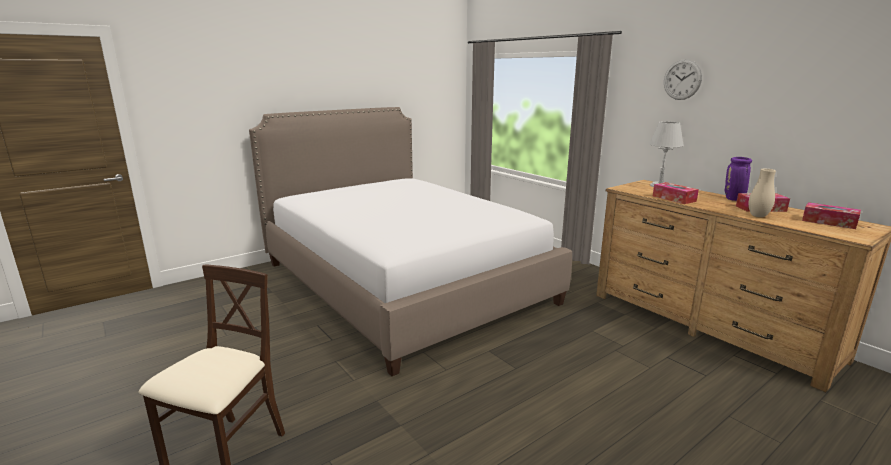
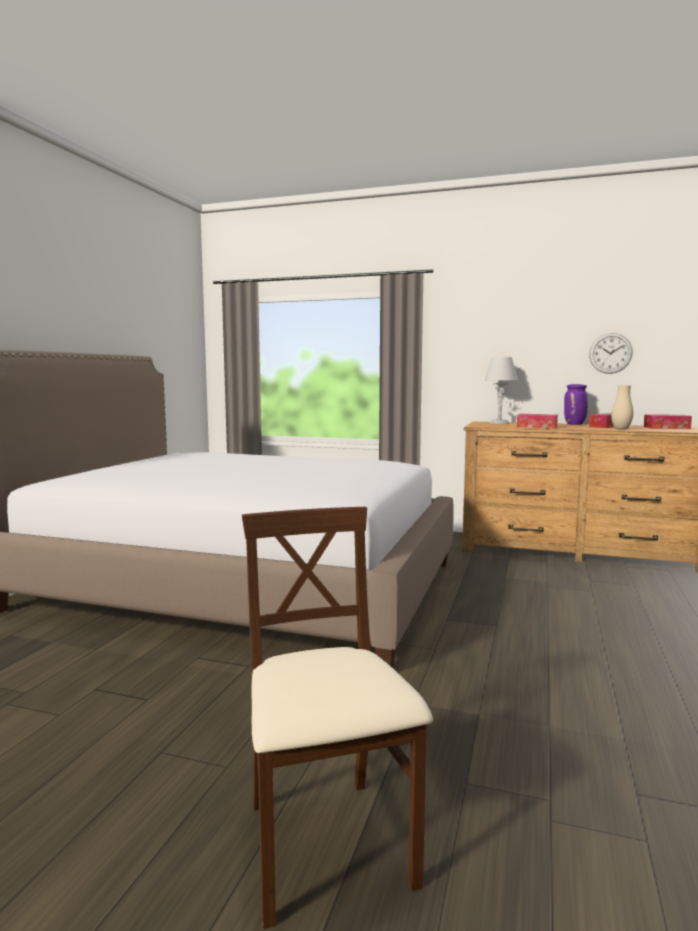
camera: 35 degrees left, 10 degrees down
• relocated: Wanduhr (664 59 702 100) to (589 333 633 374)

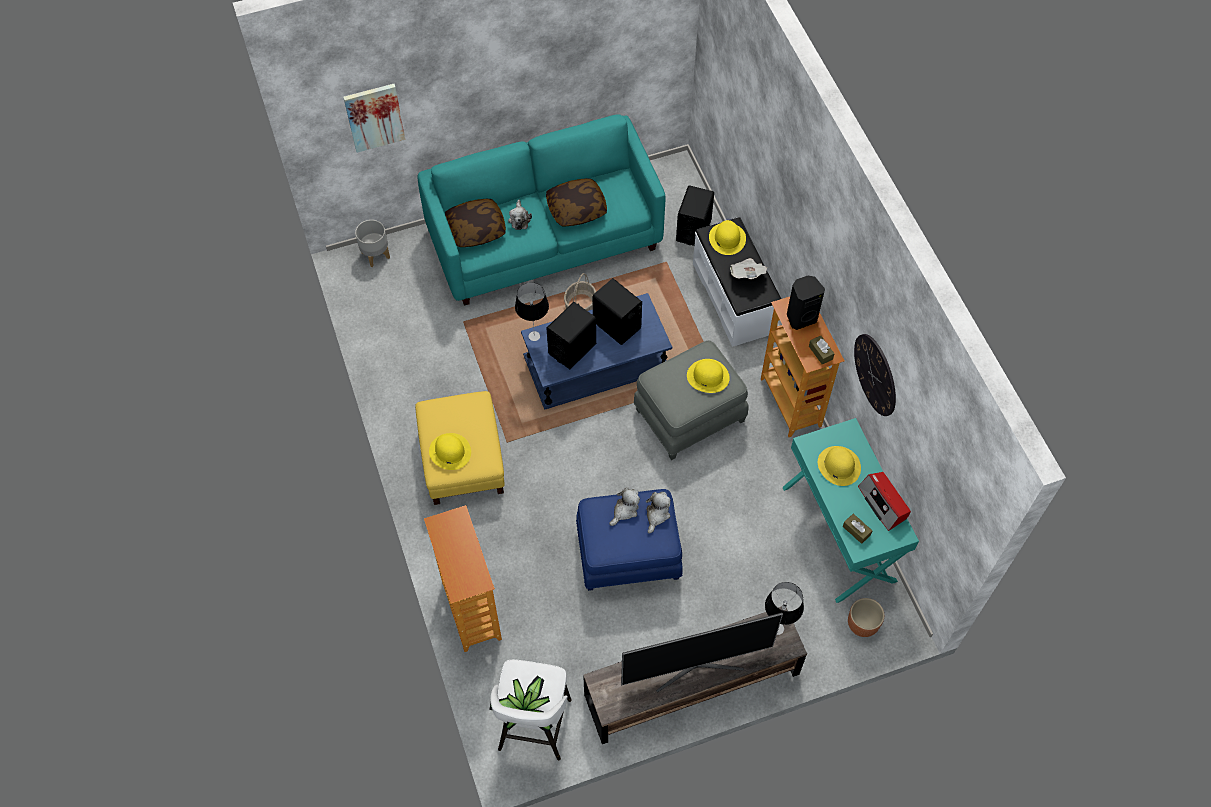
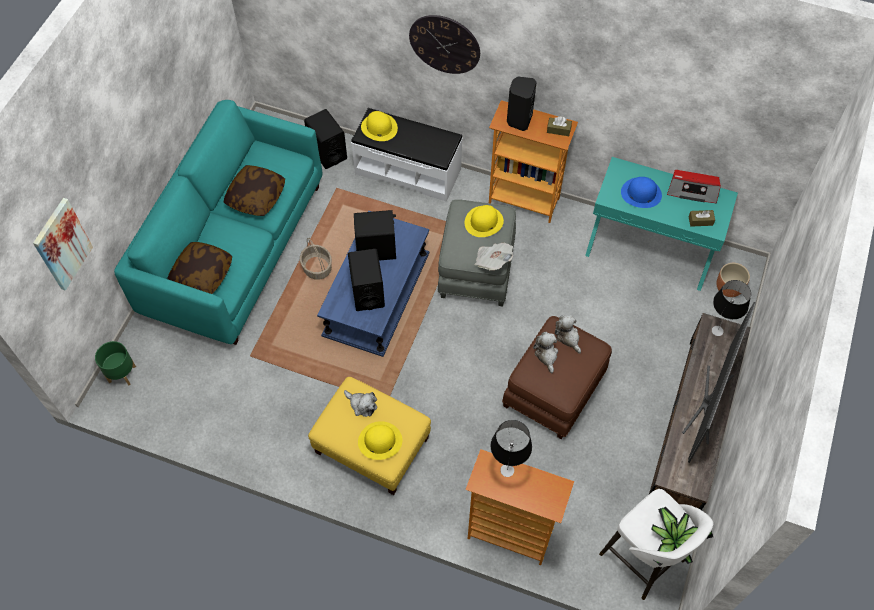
camera: 50 degrees left, 0 degrees up
• colour: Pflanzkübel/grau (355 220 390 267) to Pflanzkübel/grün (95 341 136 386)
• relocated: Plüschtier (508 200 532 230) to (344 390 377 417)
• relocated: Wanduhr (854 334 896 416) to (409 15 480 74)
• relocated: Zeitung (730 258 767 279) to (475 242 513 270)
• relocated: Tischlampe (515 282 549 341) to (491 420 532 477)
• colour: Polsterhocker/blau (576 489 683 591) to Polsterhocker/braun (502 316 612 439)
• colour: Hut/gelb (818 446 861 486) to Hut/blau (621 177 662 208)

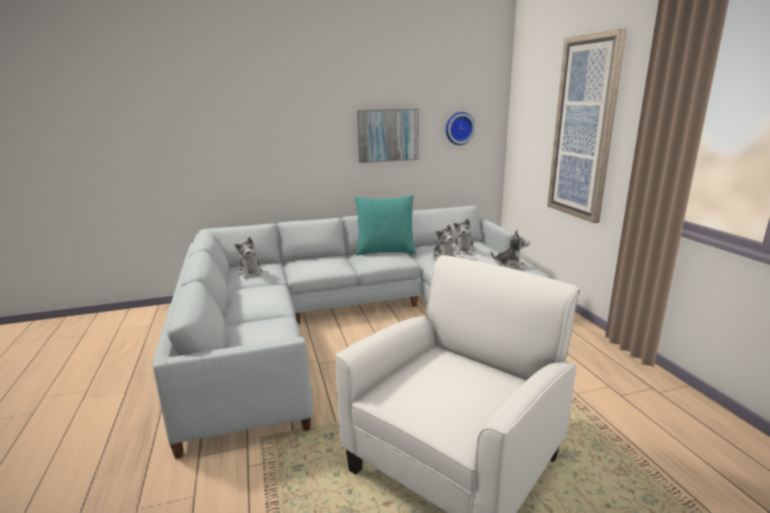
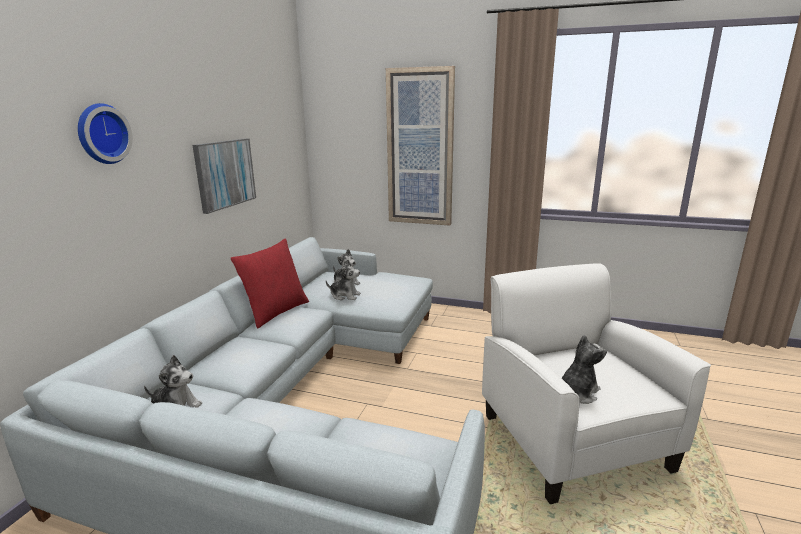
camera: 55 degrees left, 0 degrees up
• relocated: Wanduhr (446 112 475 145) to (78 103 133 164)
• colour: Kissen/türkis (355 195 416 255) to Kissen/rot (230 238 309 328)
• relocated: Plüschtier (491 230 530 269) to (562 335 607 404)

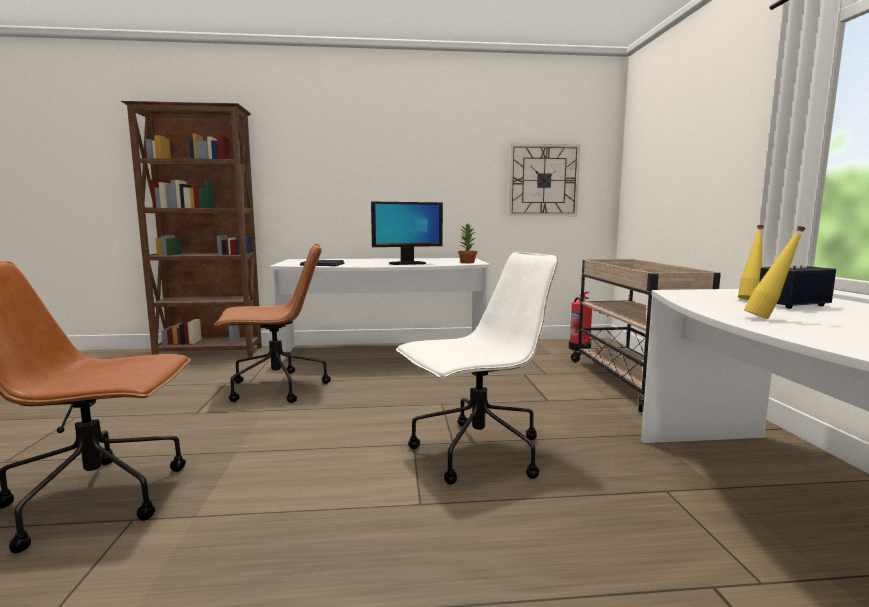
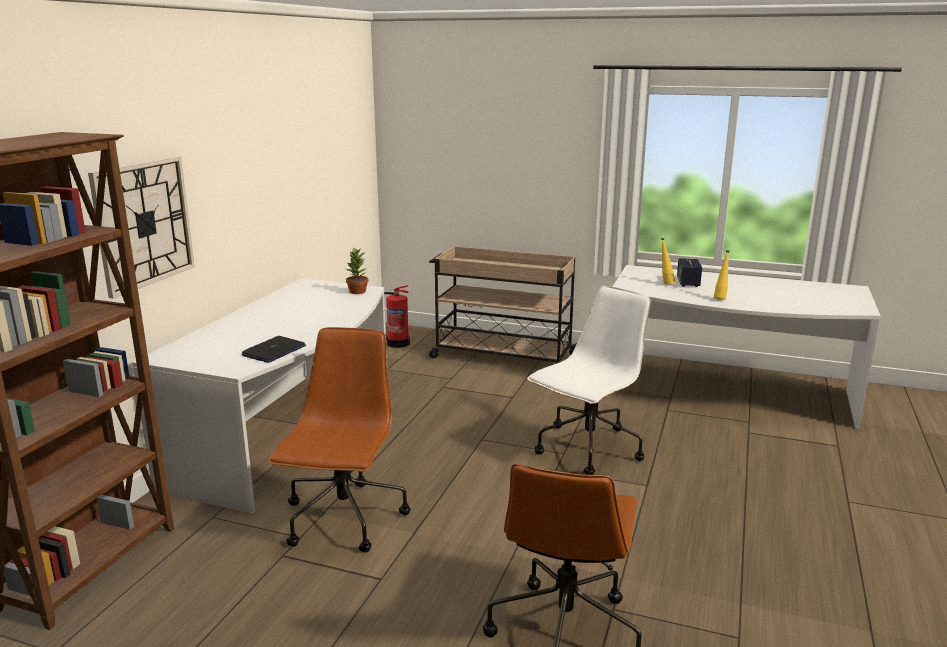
camera: 65 degrees left, 10 degrees up
• relocated: Wanduhr (509 144 580 216) to (88 156 195 299)
• spun: Bürostuhl/weiß (396 252 558 485) = (527 286 651 475) 45 degrees clockwise
• missing: Monitor (371 202 443 265)

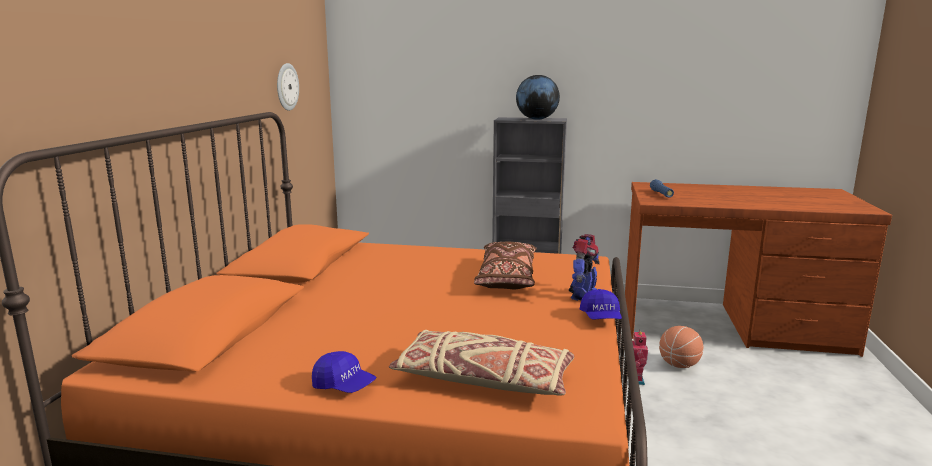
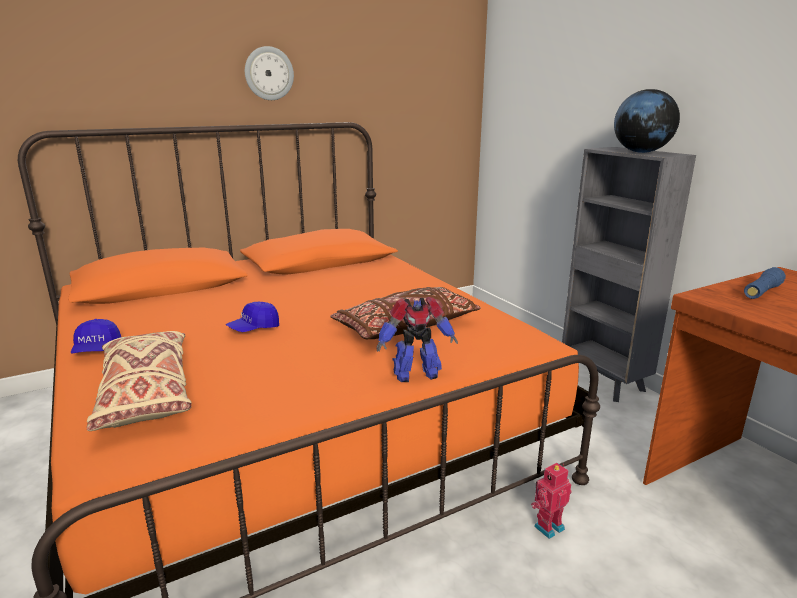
camera: 50 degrees right, 5 degrees up
• relocated: Kappe/blau (580 289 622 319) to (226 302 279 332)
• relocated: Wanduhr (277 63 299 111) to (245 46 294 100)
• missing: Basketball (659 326 703 368)

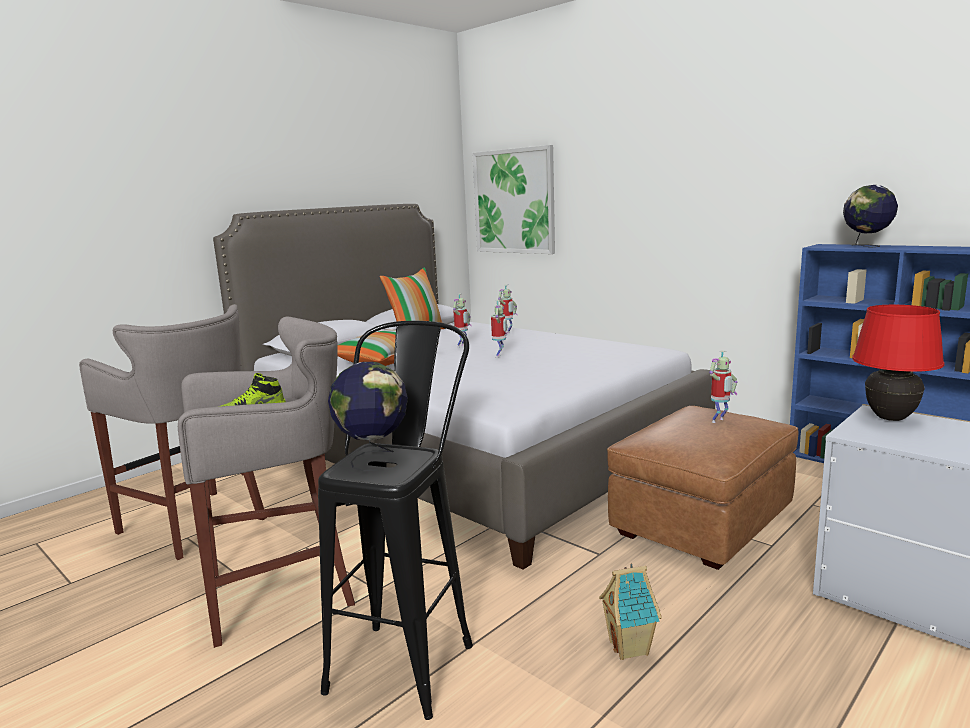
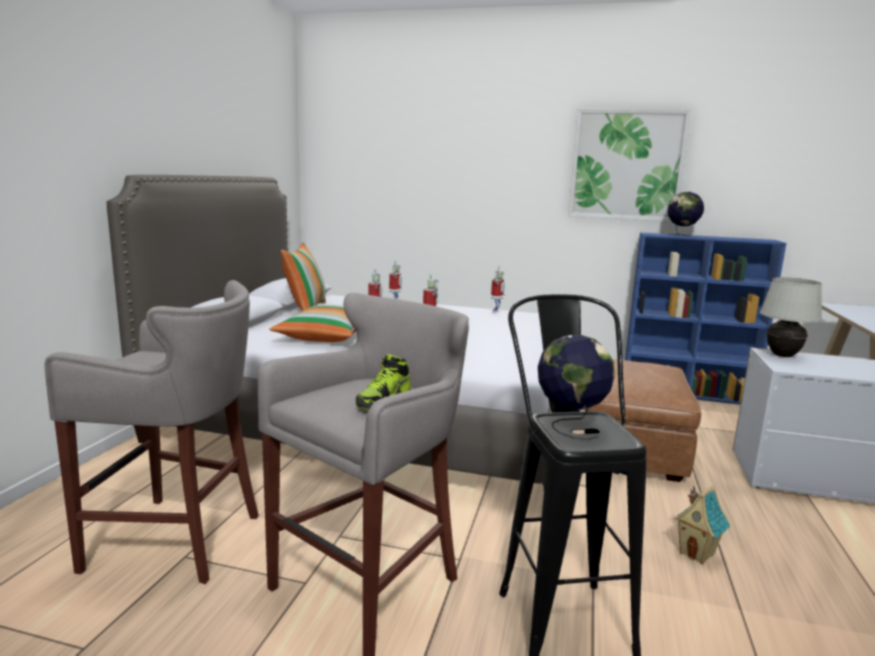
camera: 30 degrees left, 0 degrees up
• relocated: Spielzeugroboter (709 350 737 423) to (491 266 505 314)
• relocated: Bild (472 145 555 254) to (568 109 691 222)
• colour: Tischlampe/rot (852 305 945 421) to Tischlampe/weiß (760 277 822 357)

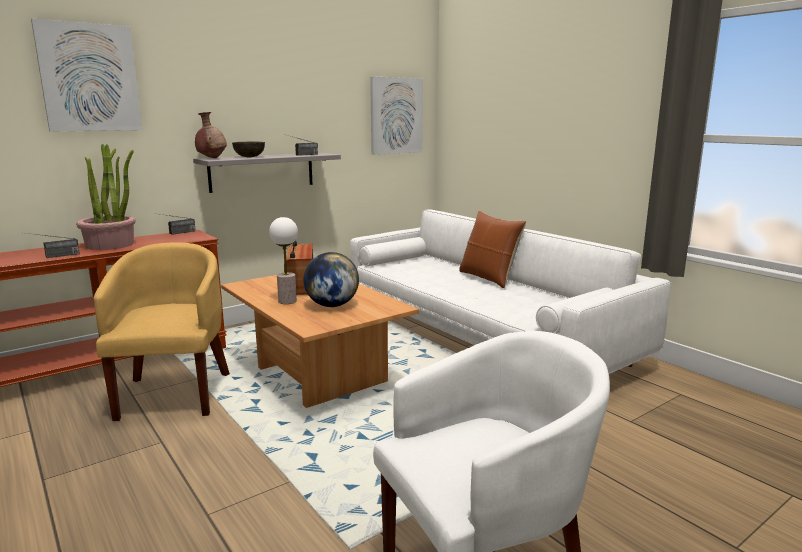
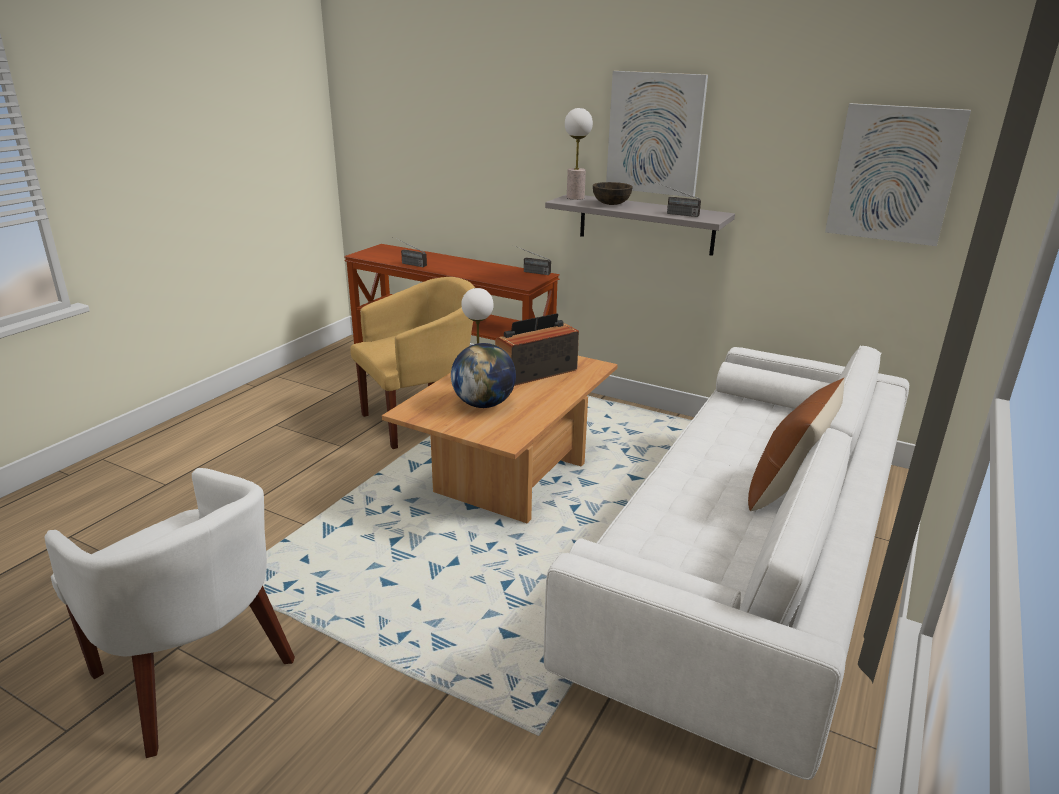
camera: 65 degrees right, 10 degrees up
• exchanged: Vase/braun (195 112 227 158) to Tischlampe (565 108 593 200)
• relocated: Bild (31 19 143 132) to (606 71 708 197)
• missing: Topfpflanze (76 144 135 250)

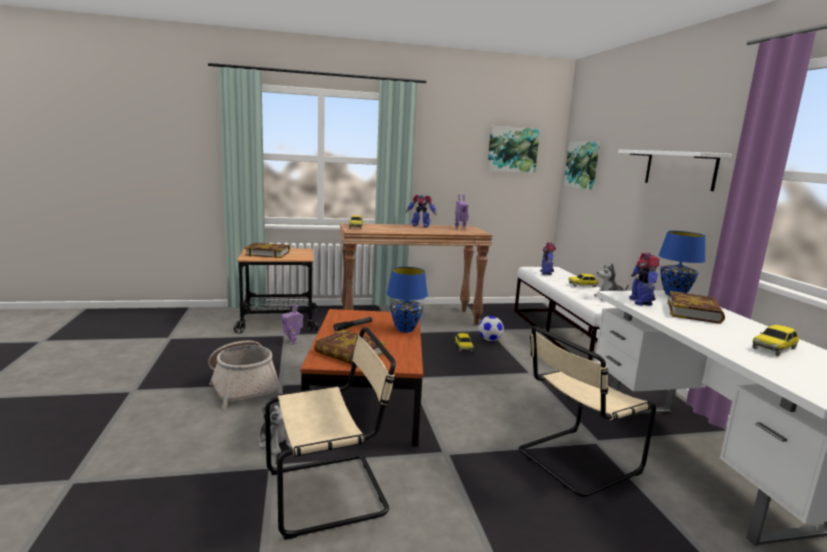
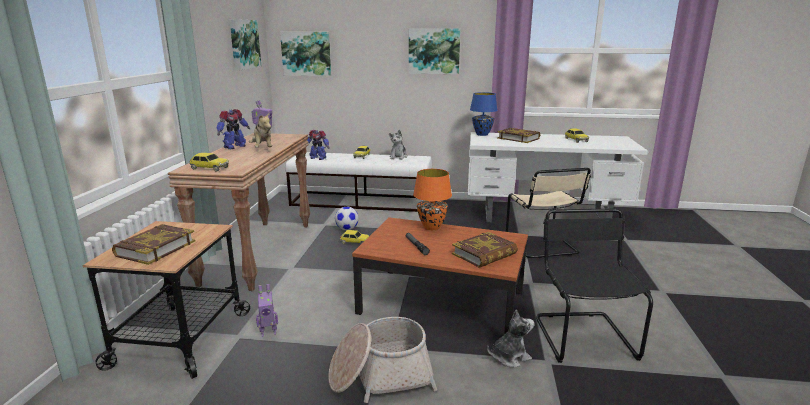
camera: 70 degrees left, 5 degrees up
• appeared: Plüschtier (249 113 272 148)
• exchanged: Wandregal/weiß (618 150 732 191) to Bild (409 28 460 74)
• colour: Tischlampe/blau (387 267 428 332) to Tischlampe/orange (413 169 452 230)
• colour: Stuhl/beige (265 327 396 540) to Stuhl/schwarz (536 209 653 363)
• missing: Spielzeugroboter (629 253 660 306)

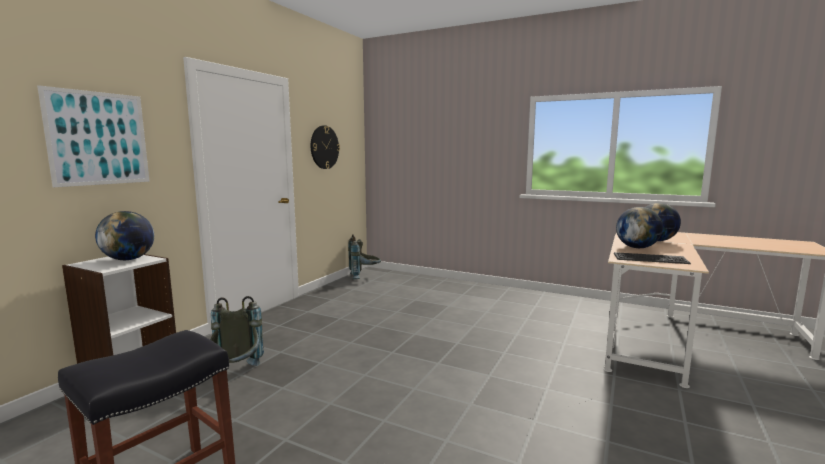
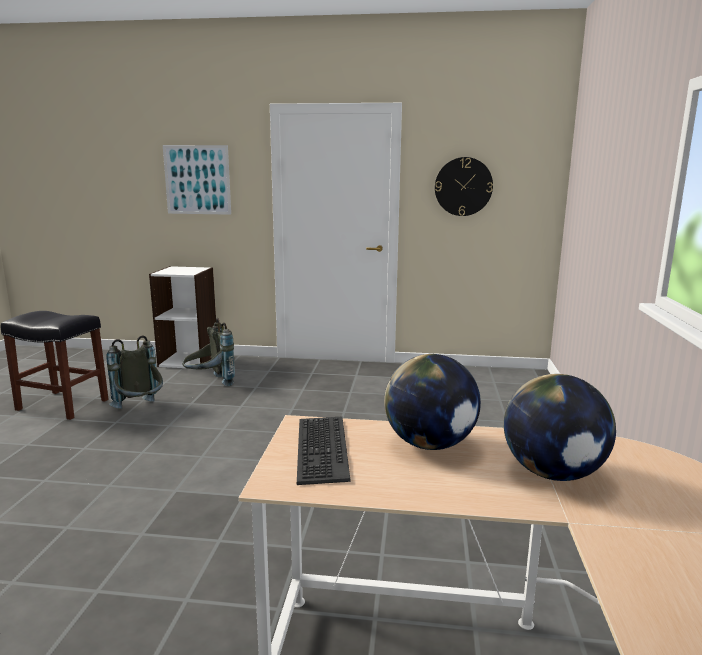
camera: 70 degrees right, 5 degrees up
• relocated: Rucksack/grau (348 234 381 280) to (106 335 163 409)
• missing: Globus (95 211 154 260)

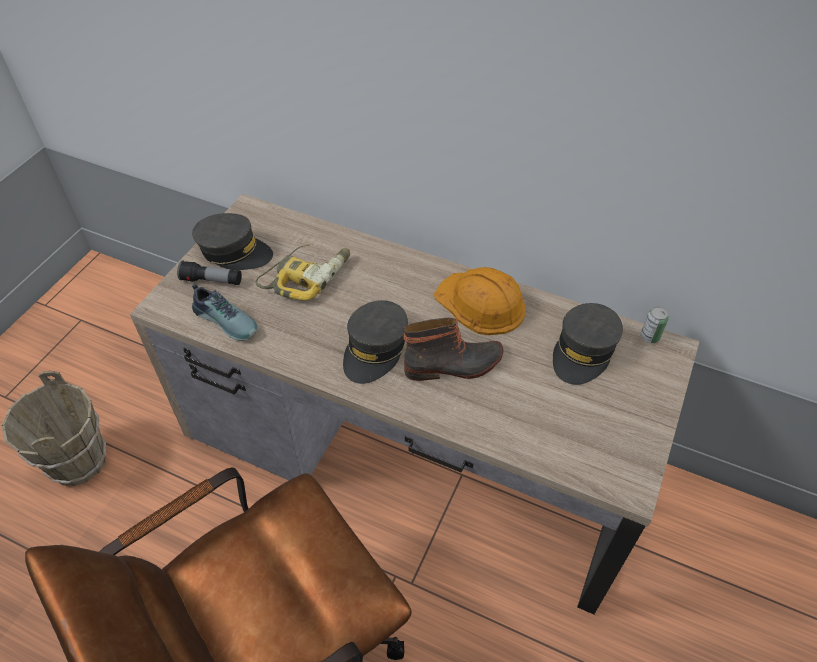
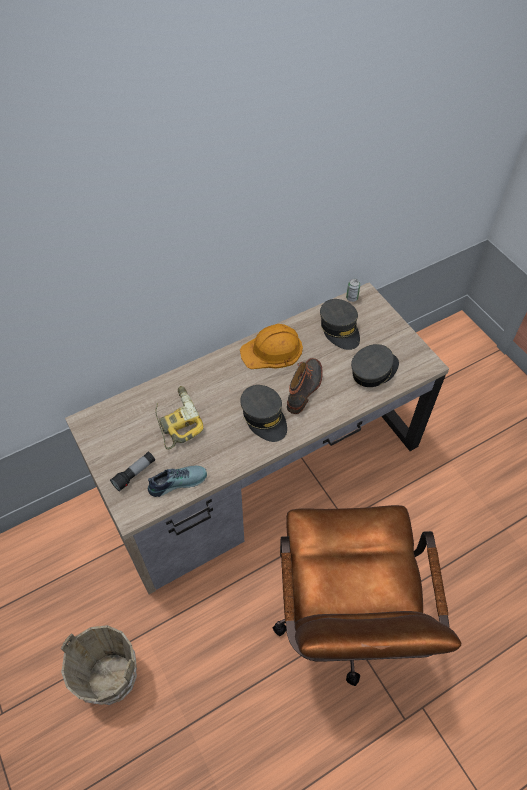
camera: 55 degrees left, 5 degrees up
• relocated: Kappe/grau (192 213 273 270) to (351 344 399 387)

